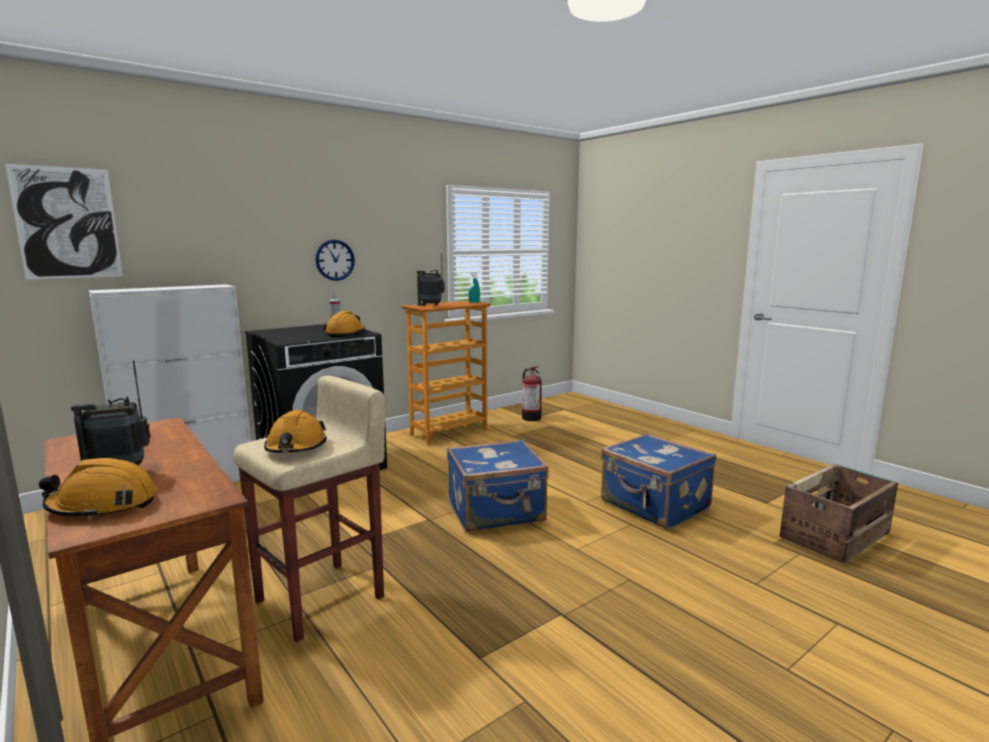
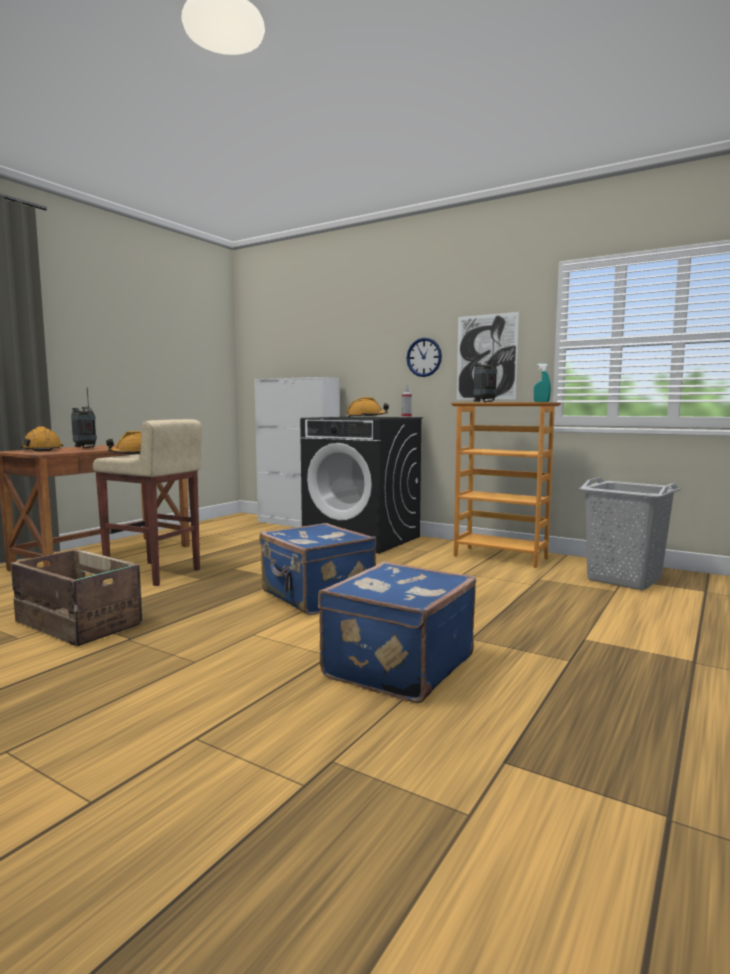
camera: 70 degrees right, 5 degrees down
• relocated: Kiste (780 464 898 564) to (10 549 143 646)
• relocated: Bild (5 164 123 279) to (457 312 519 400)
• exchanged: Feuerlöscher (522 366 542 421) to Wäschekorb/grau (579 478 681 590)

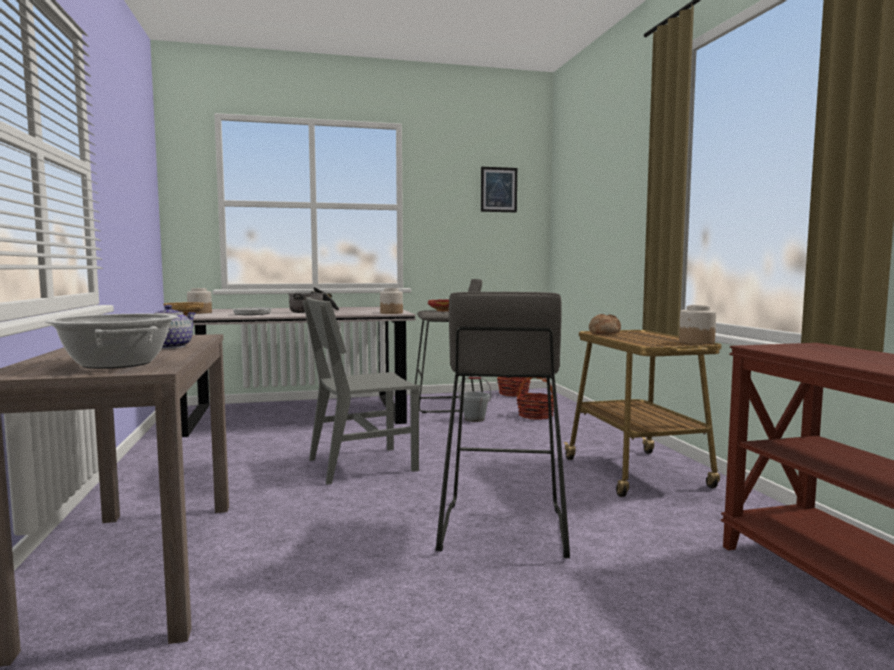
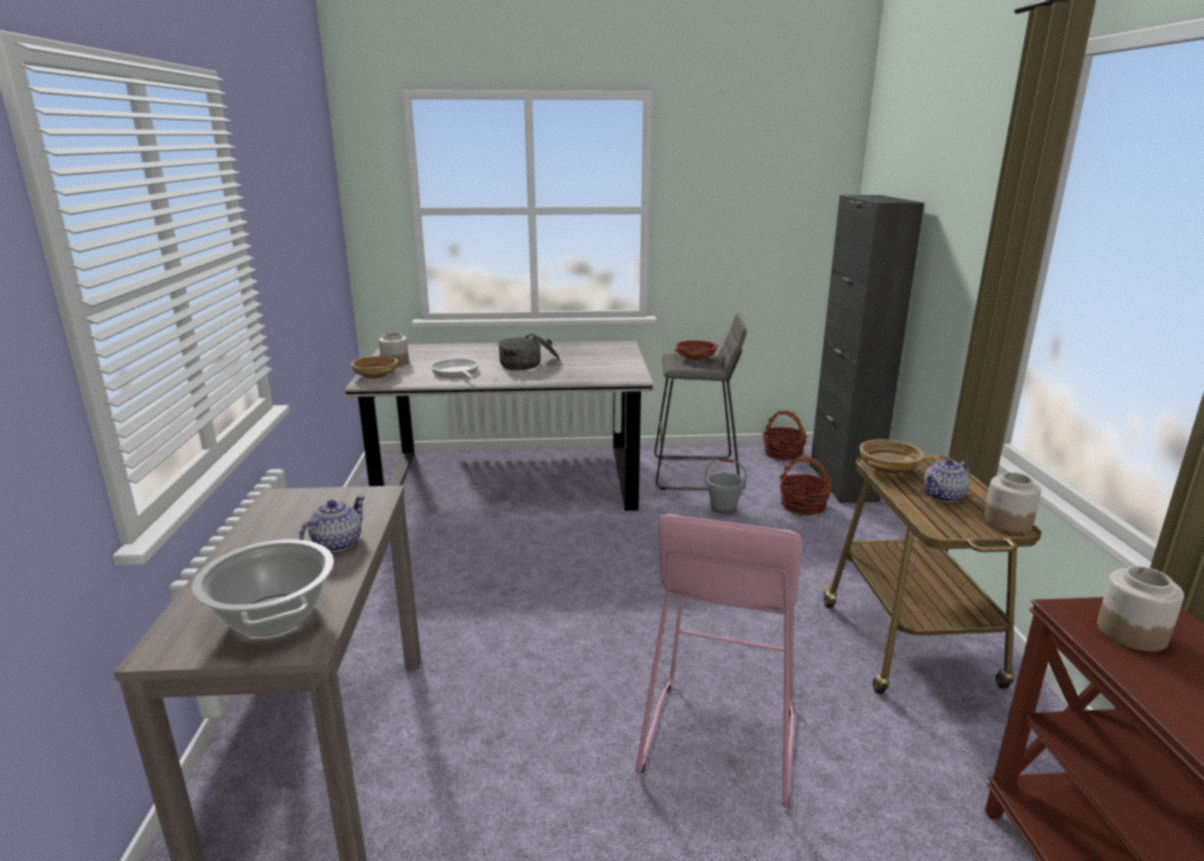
camera: 10 degrees right, 15 degrees up
• colour: Hocker/grau (435 292 570 558) to Hocker/rosa (635 514 802 808)
• appeared: Schrank/schwarz (810 195 924 503)
• exchanged: Brot (589 314 621 334) to Schüssel/beige (859 439 925 475)
• appeared: Teekanne (923 458 969 502)
• relocated: Vorratsglas (380 288 403 314) to (1097 566 1184 652)
• missing: Stuhl/grau (303 297 422 485)
• missing: Bild (481 167 517 212)

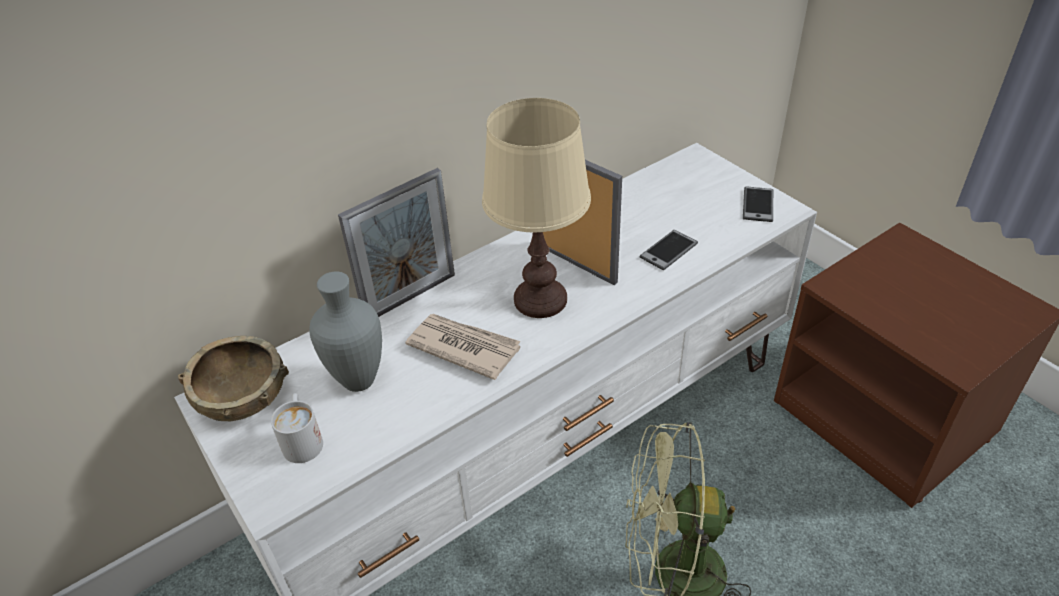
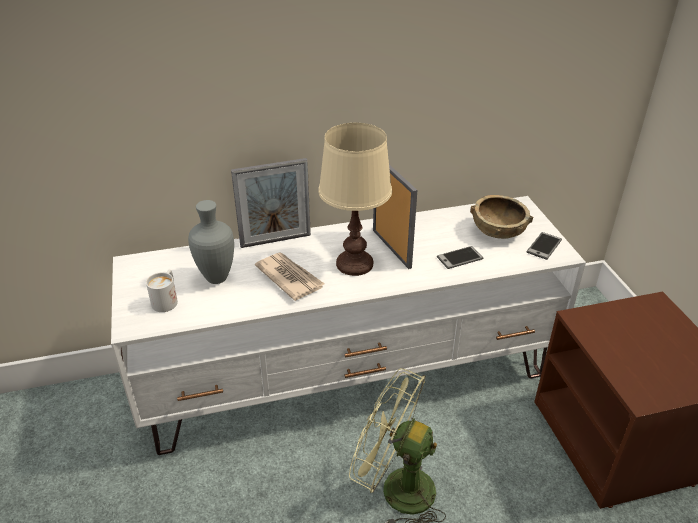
camera: 20 degrees right, 5 degrees down
• relocated: Schüssel/braun (178 336 289 421) to (470 195 533 239)

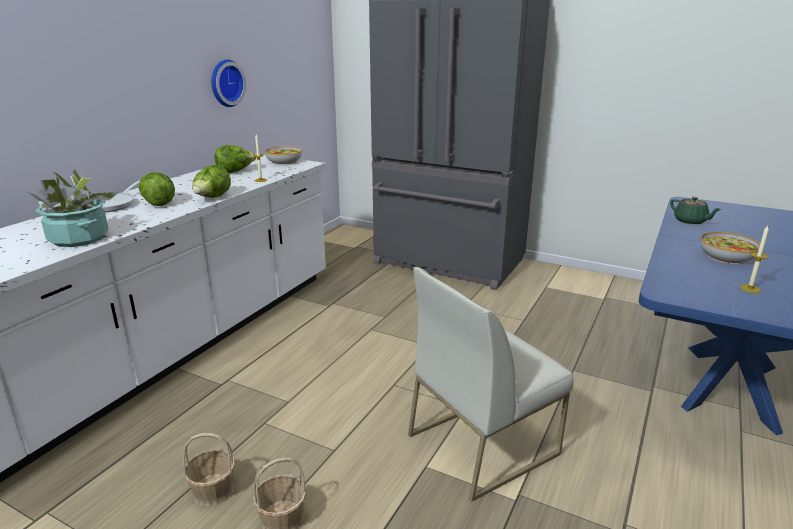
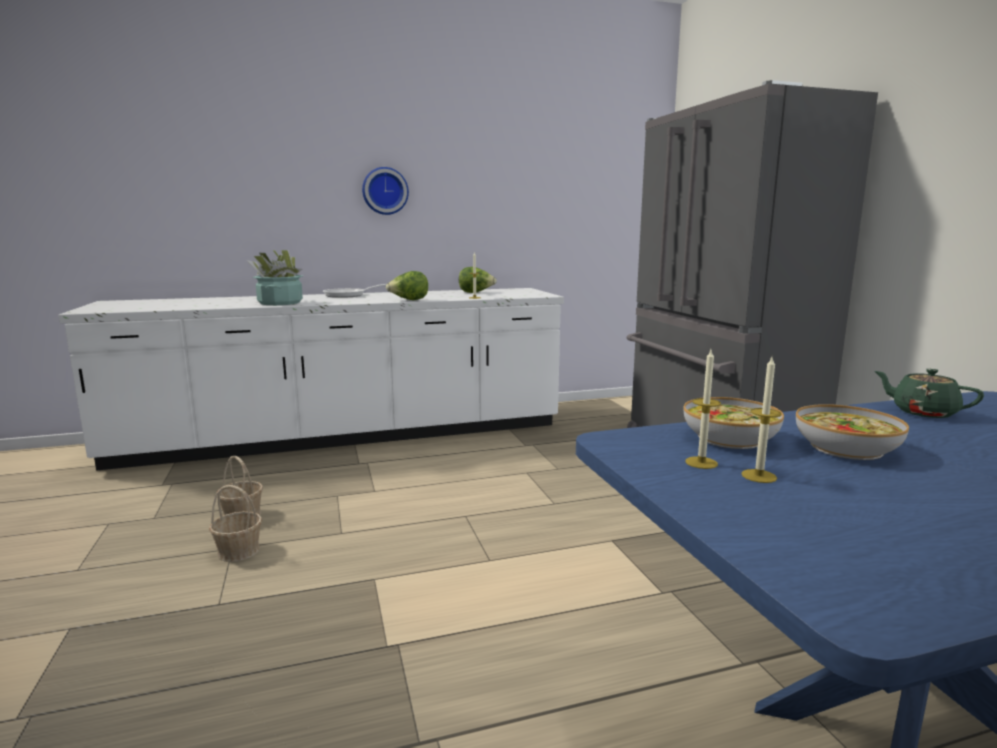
camera: 45 degrees right, 10 degrees down
• relocated: Wanduhr (211 59 246 107) to (362 167 409 215)
• relocated: Schüssel (265 146 302 165) to (684 397 784 449)
• appeared: Kerze (685 350 721 469)
• spun: Teekanne/grün (670 197 721 224) = (874 369 984 418) 120 degrees clockwise
• missing: Salatkopf (139 172 175 206)
• missing: Stuhl/weiß (408 267 574 502)

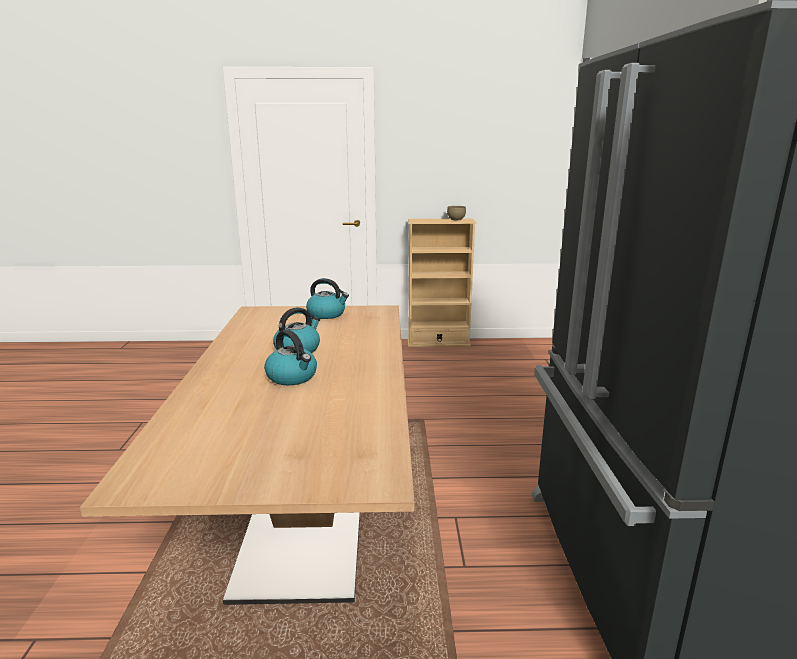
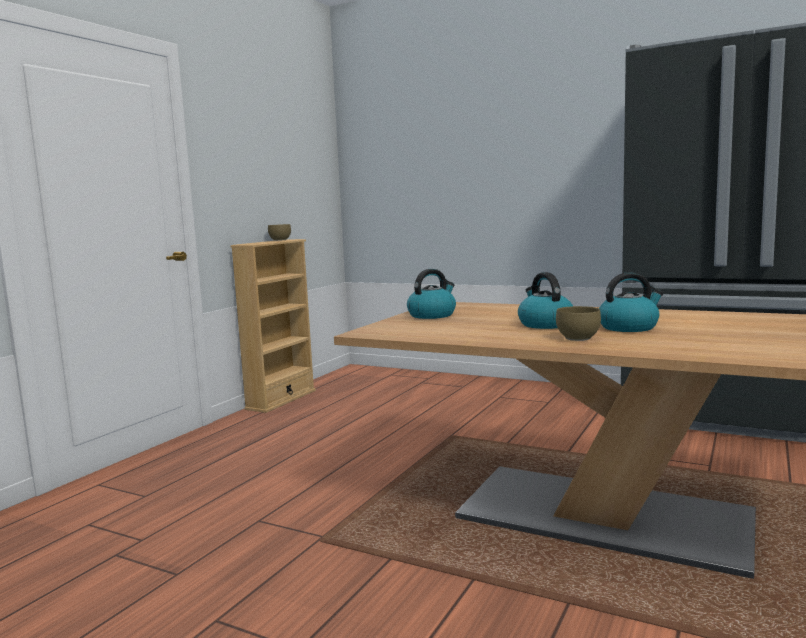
camera: 60 degrees left, 10 degrees down
• appeared: Schüssel/braun (556 306 601 341)

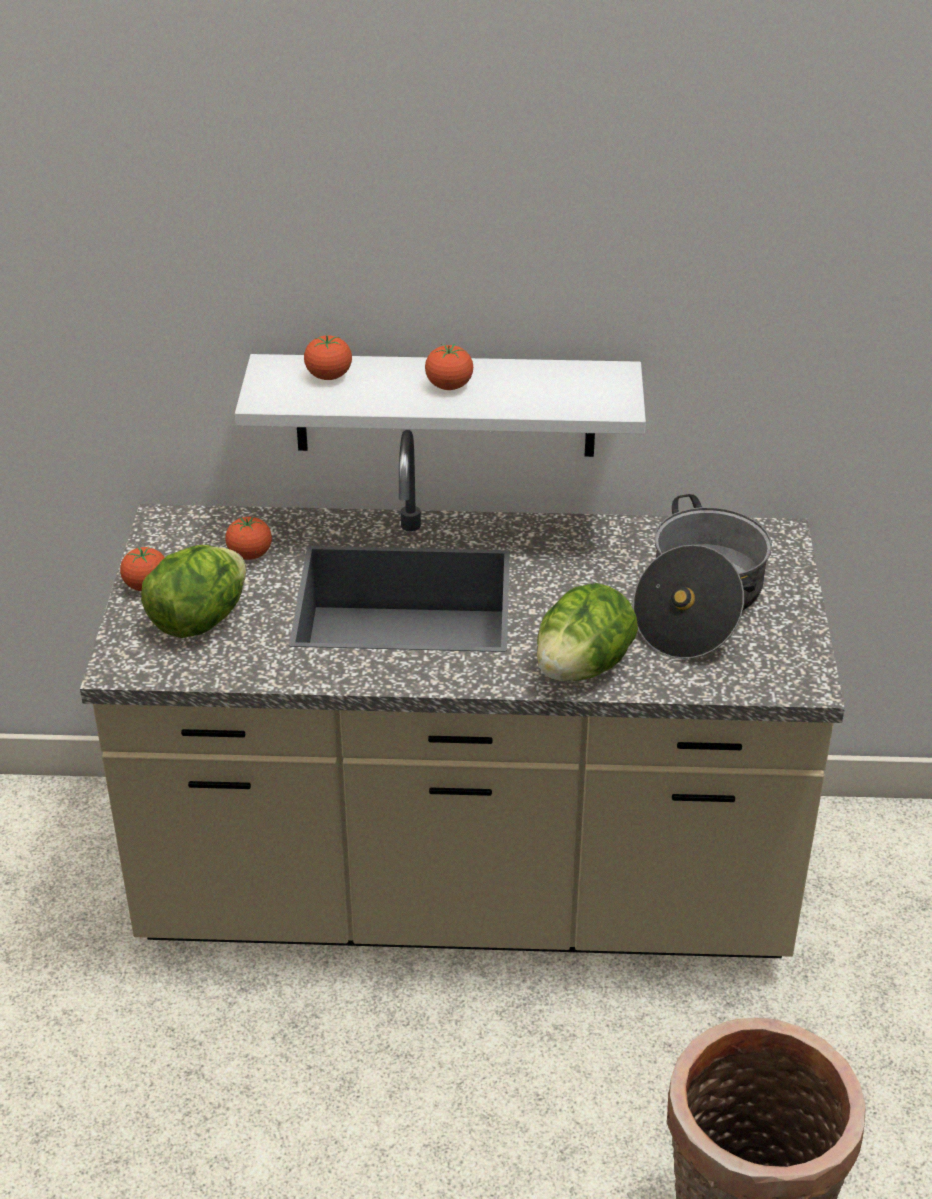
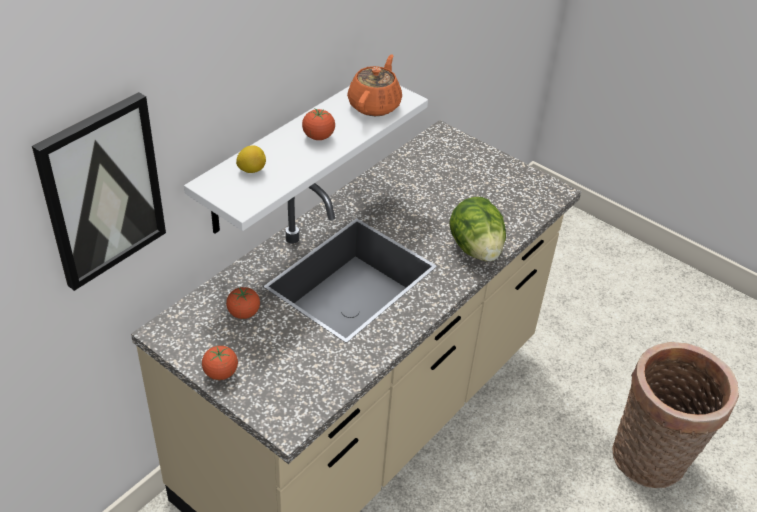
camera: 55 degrees left, 5 degrees up
• appeared: Bild (32 92 166 291)
• exchanged: Tomate (304 335 352 380) to Zitrone (236 145 266 173)
• appeared: Teekanne/orange (347 54 402 116)
• missing: Salatkopf (141 545 246 638)
• missing: Kochtopf (633 494 772 659)

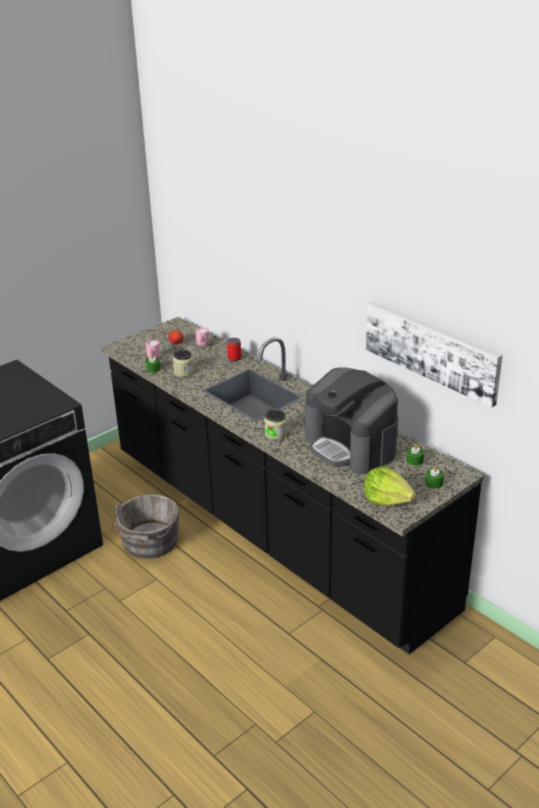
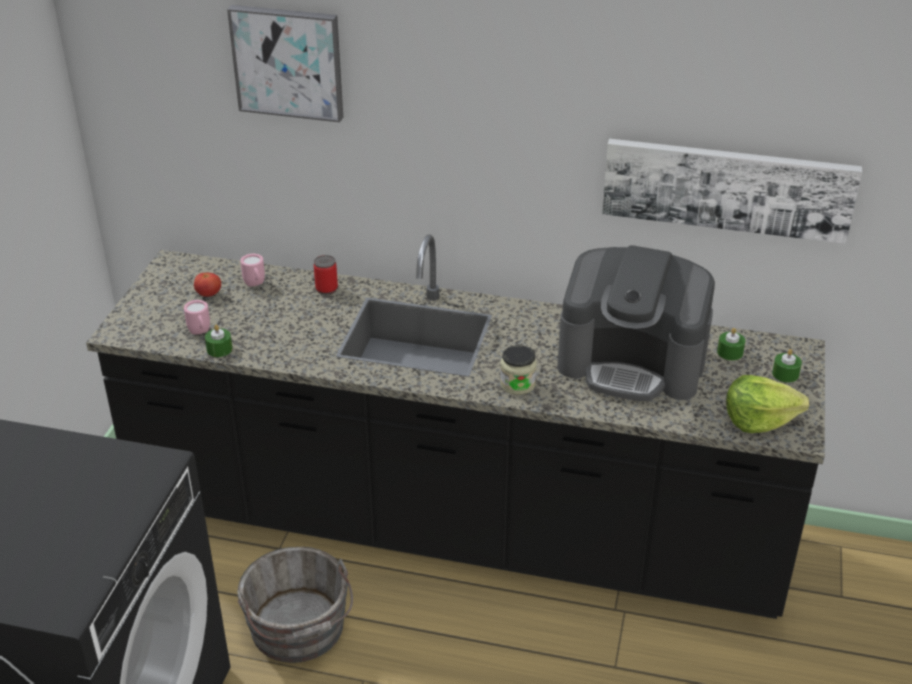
camera: 35 degrees left, 5 degrees up
• appeared: Bild (227 5 343 122)
• missing: Vorratsglas (173 350 194 377)

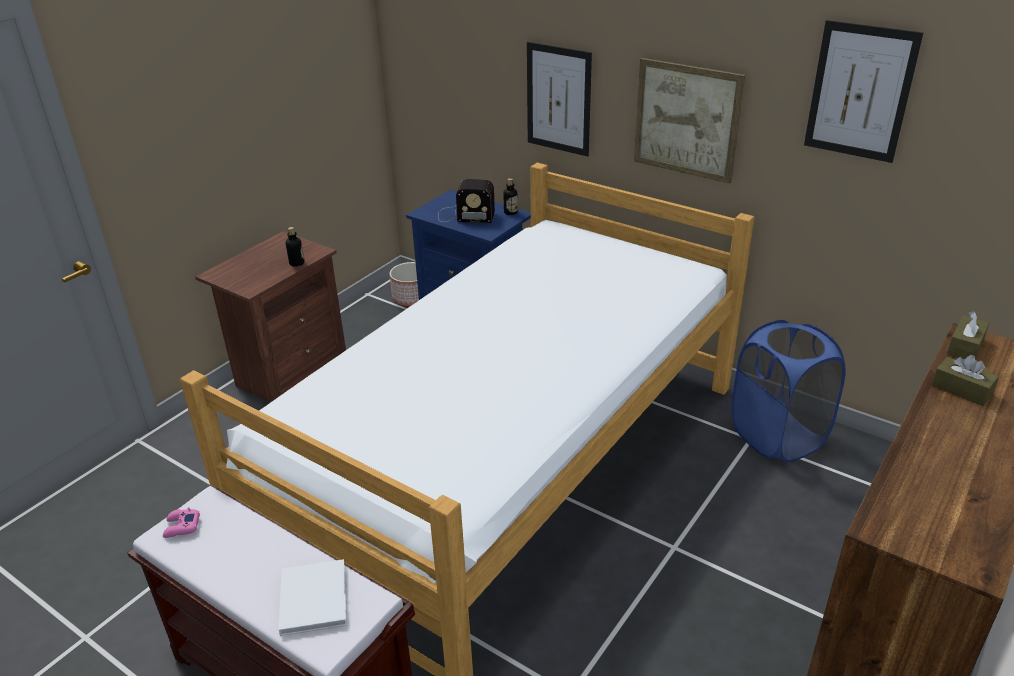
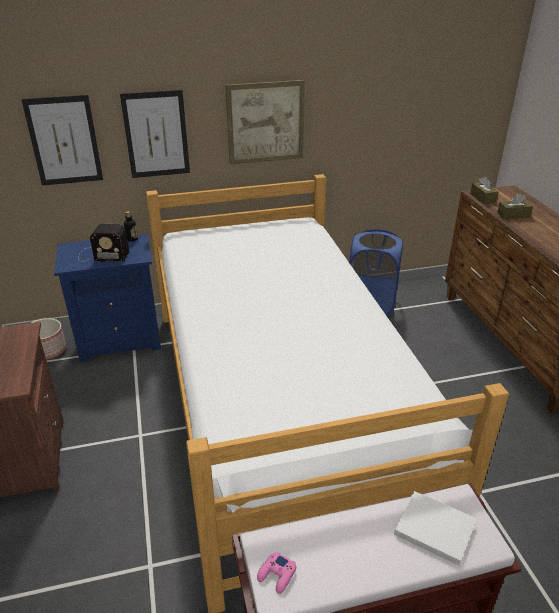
camera: 50 degrees left, 0 degrees up
• relocated: Bild (804 20 923 163) to (21 95 103 186)
• spun: Radio (438 179 495 223) = (78 224 129 262) 45 degrees clockwise
• missing: Flasche (286 227 304 267)

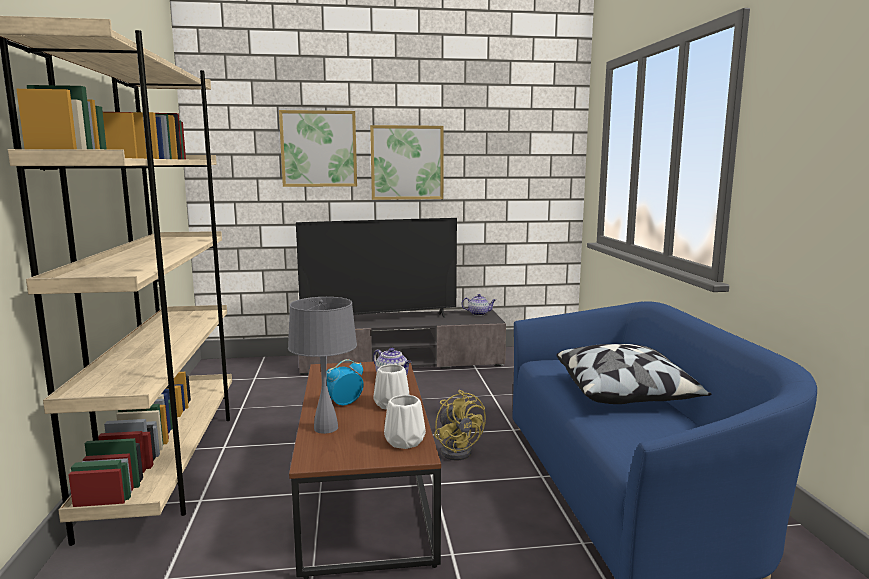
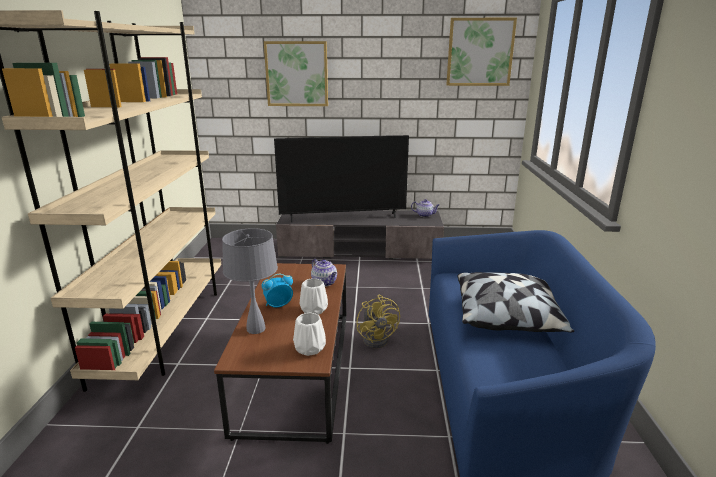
camera: 10 degrees right, 10 degrees up
• relocated: Bild (370 125 444 200) to (446 18 517 86)

